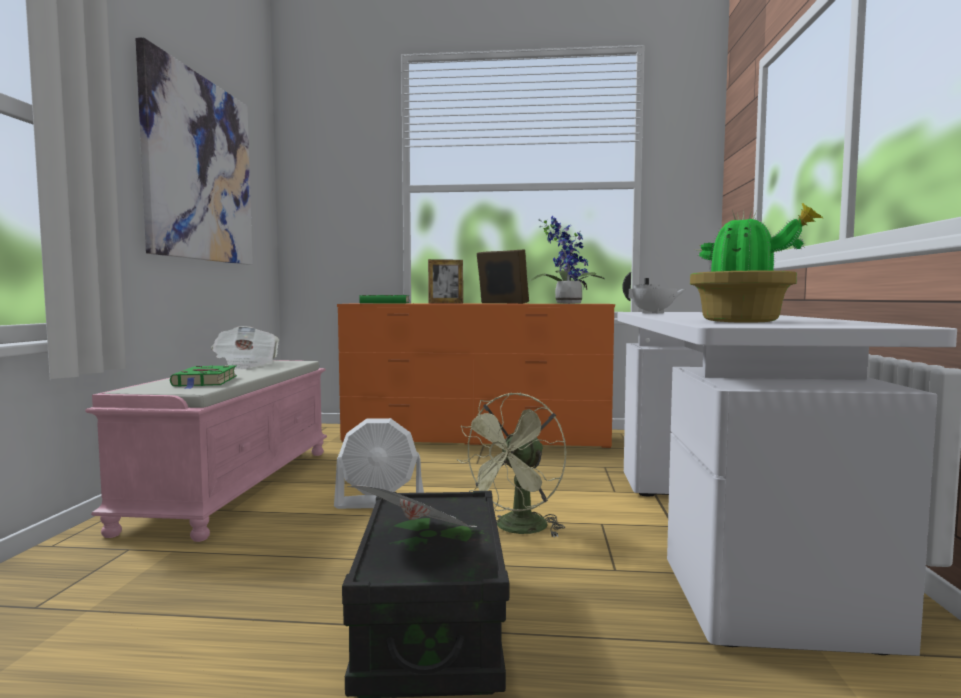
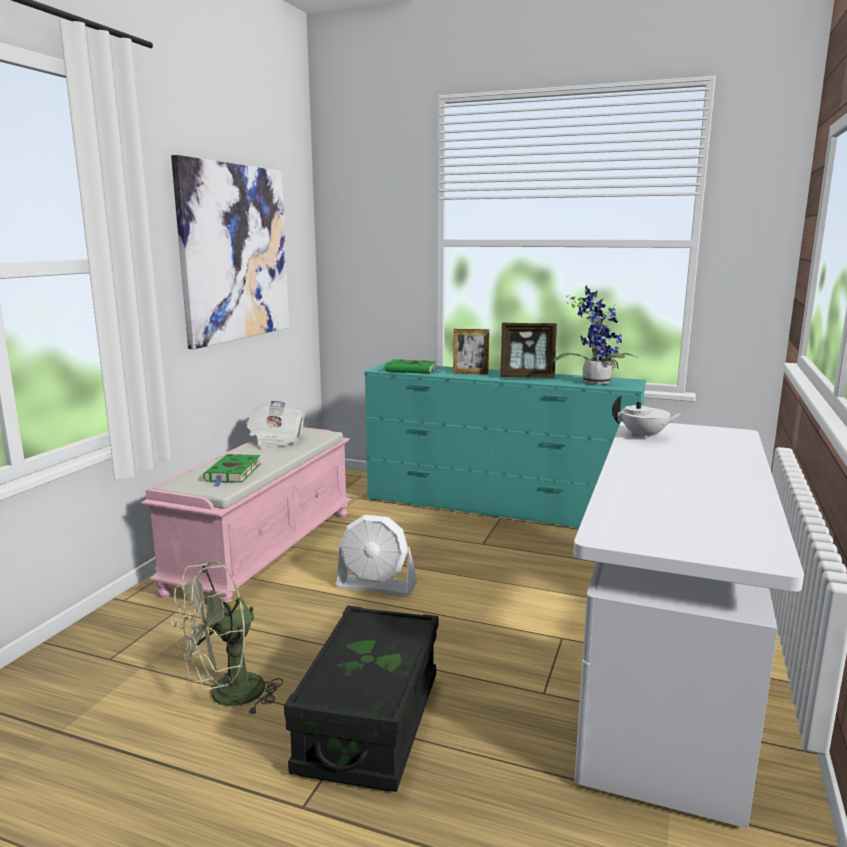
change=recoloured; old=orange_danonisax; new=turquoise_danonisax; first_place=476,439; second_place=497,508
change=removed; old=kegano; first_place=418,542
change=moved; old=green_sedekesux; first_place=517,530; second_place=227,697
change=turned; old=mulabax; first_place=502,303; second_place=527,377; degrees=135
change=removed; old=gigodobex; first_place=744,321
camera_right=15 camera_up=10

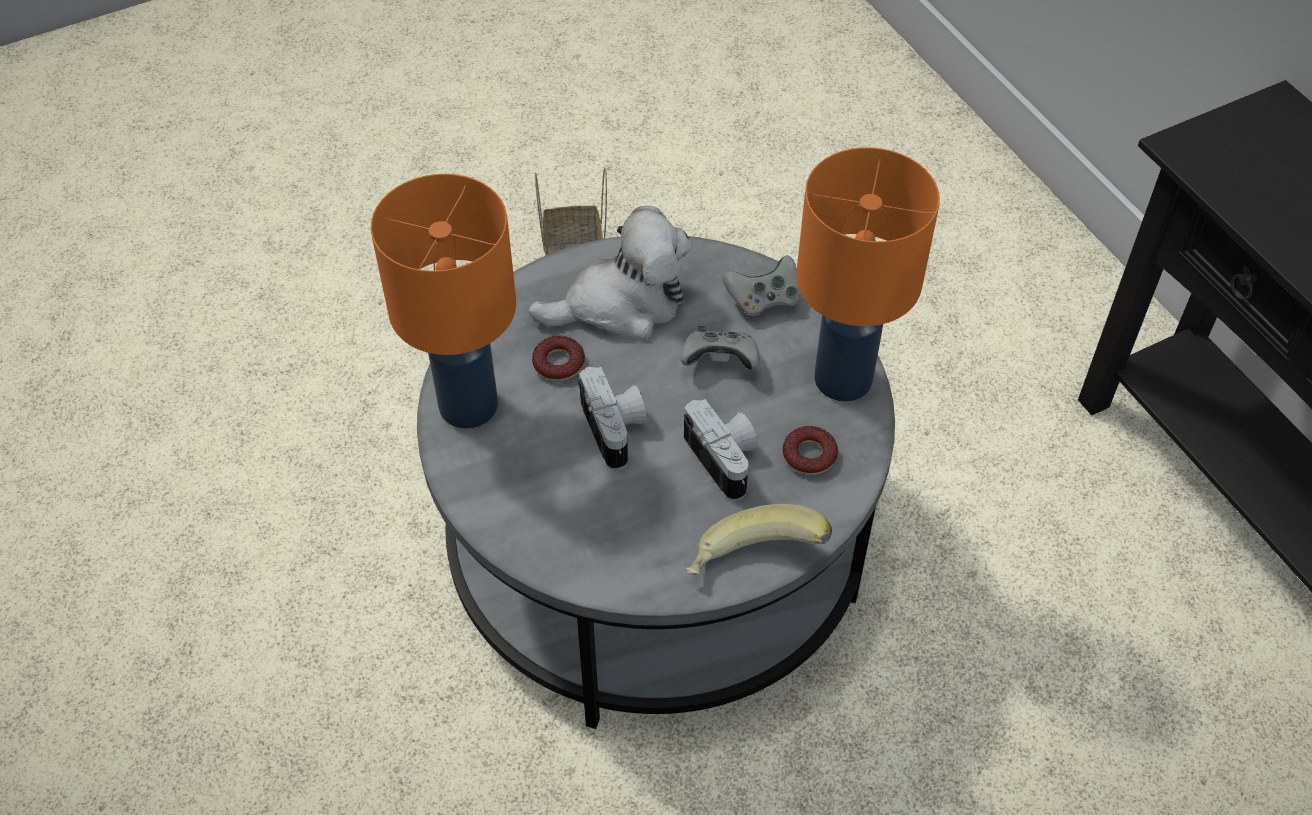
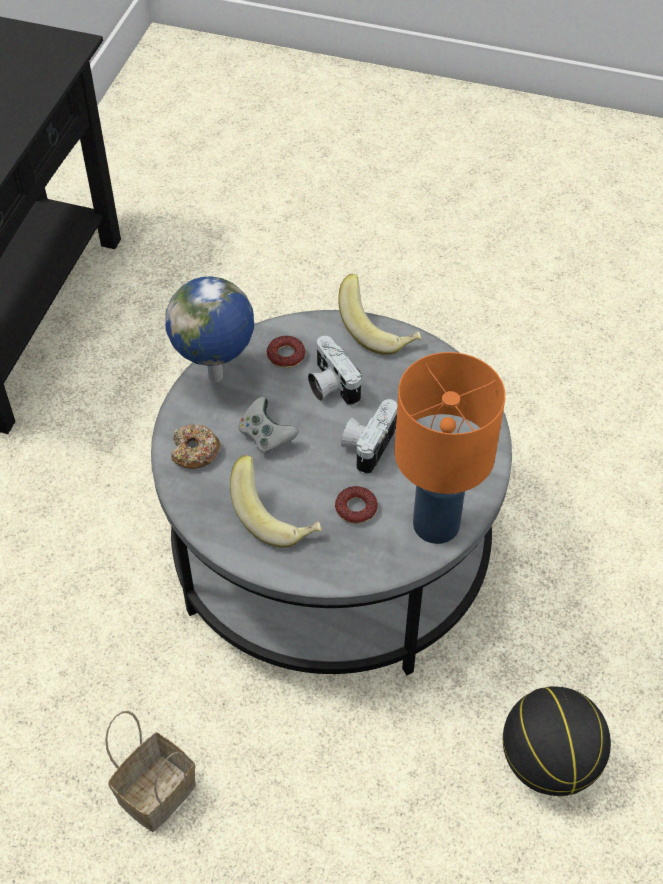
change=replaced; old=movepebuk; new=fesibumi; first_place=621,304; second_place=276,516
change=turned; old=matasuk; first_place=726,459; second_place=330,385; degrees=-45
change=replaced; old=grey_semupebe; new=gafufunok; first_place=763,300; second_place=195,452
change=replaced; old=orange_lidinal; new=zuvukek; first_place=841,380; second_place=217,377
change=added; new=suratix; second_place=548,762
camera_right=-135 camera_up=0

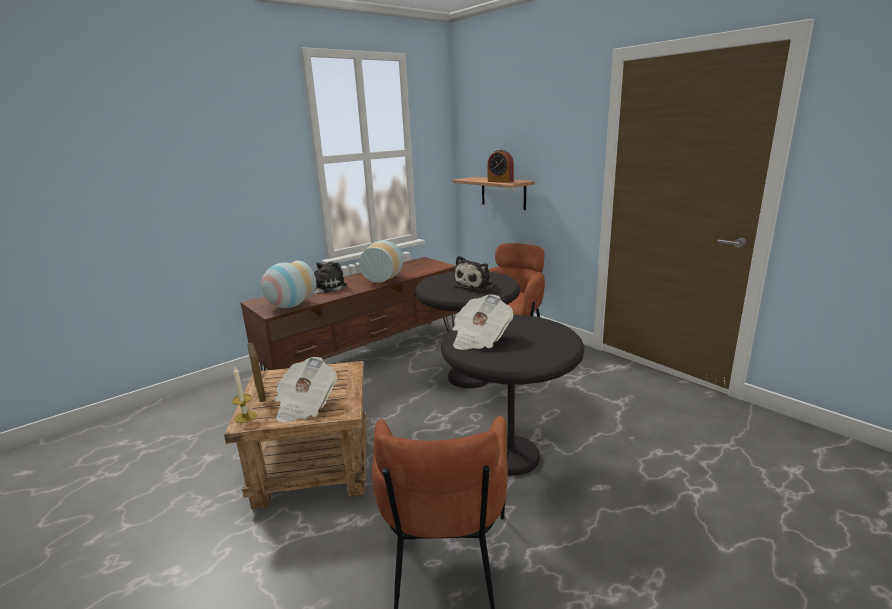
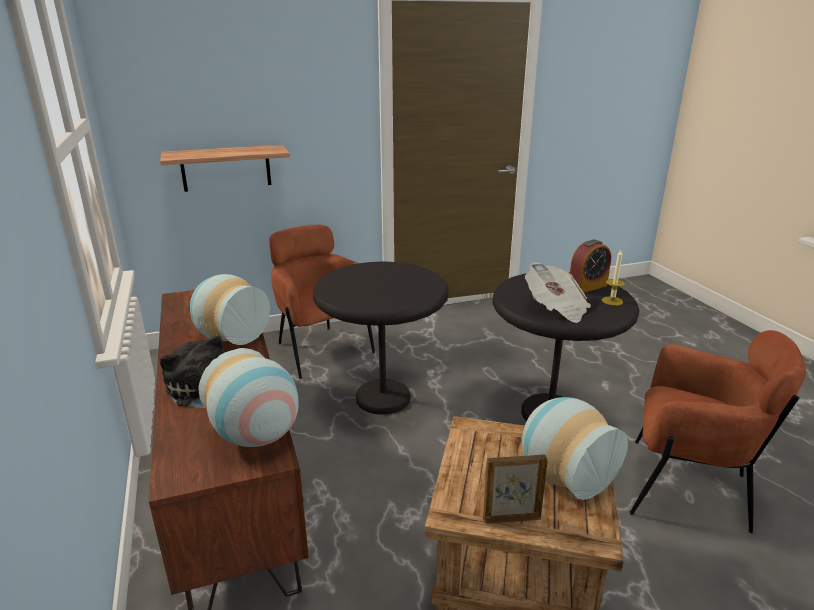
change=moved; old=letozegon; first_place=245,417; second_place=612,301
change=replaced; old=kegano; new=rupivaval; first_place=305,405; second_place=562,475
change=removed; old=movepebuk; first_place=476,285
change=moved; old=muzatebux; first_place=500,181; second_place=587,286
camera_right=-70 camera_up=5

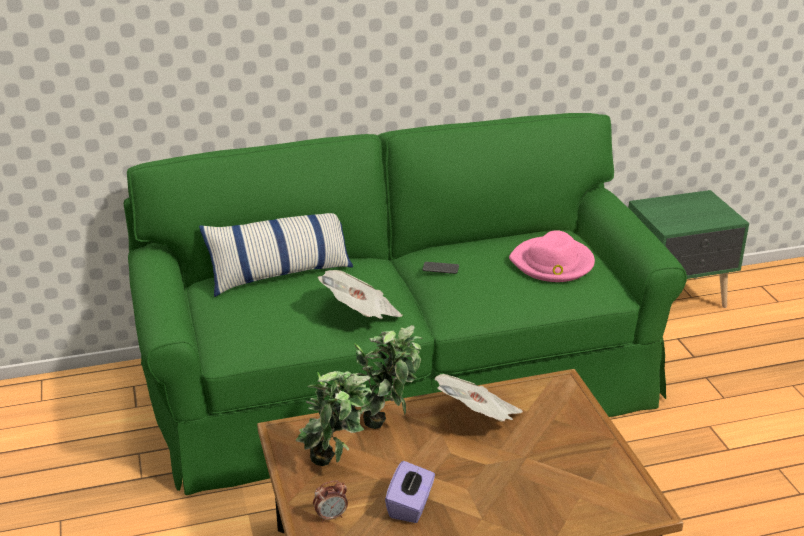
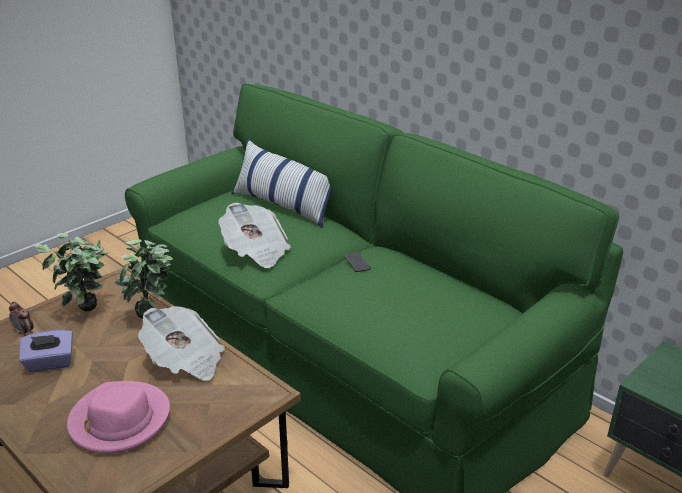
change=moved; old=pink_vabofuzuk; first_place=552,263; second_place=119,420
camera_right=60 camera_up=0

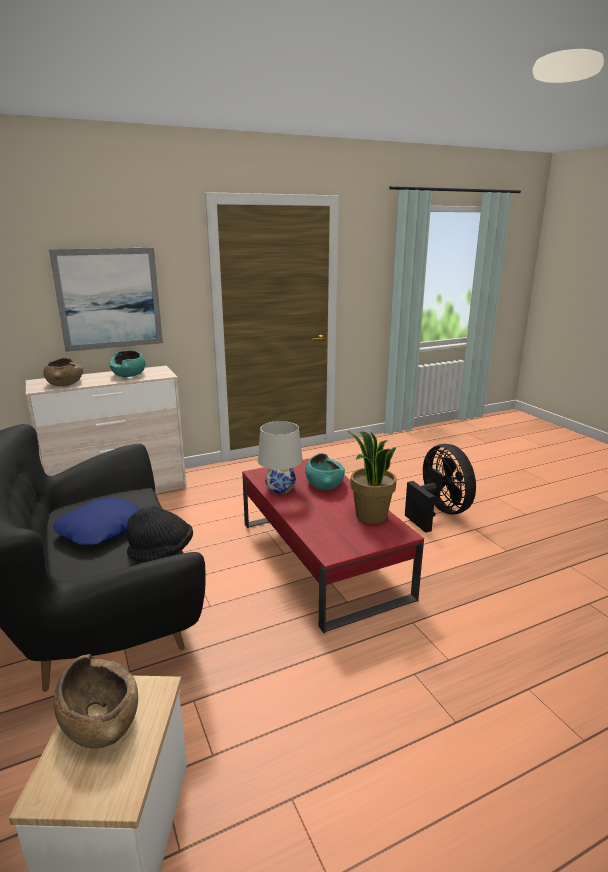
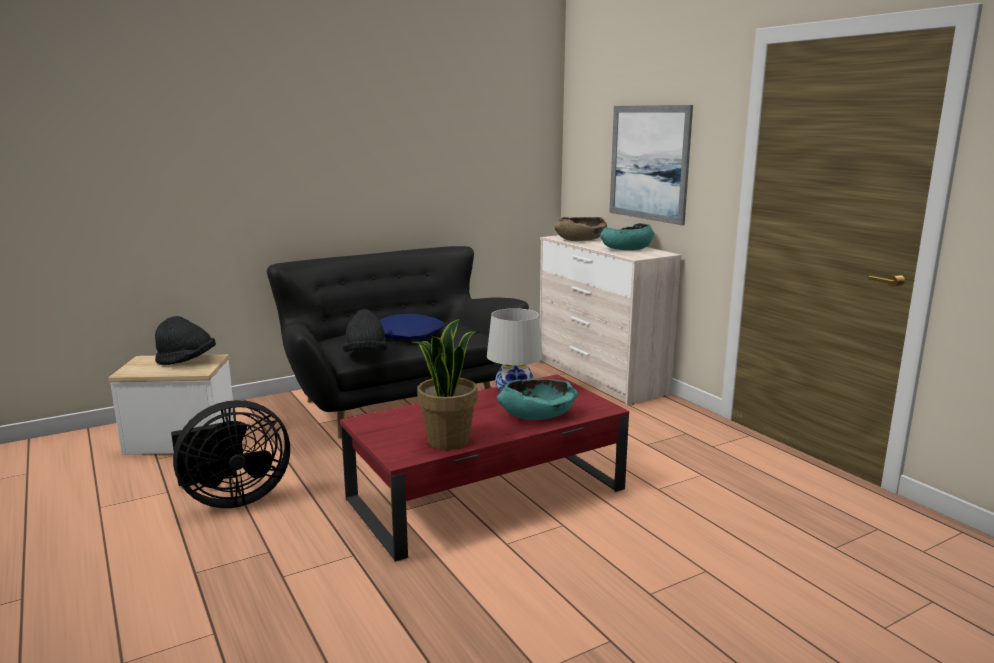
change=replaced; old=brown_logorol; new=black_vabofuzuk; first_place=99,718; second_place=187,361
change=moved; old=black_sedekesux; first_place=438,513; second_place=232,498
camera_right=85 camera_up=-5

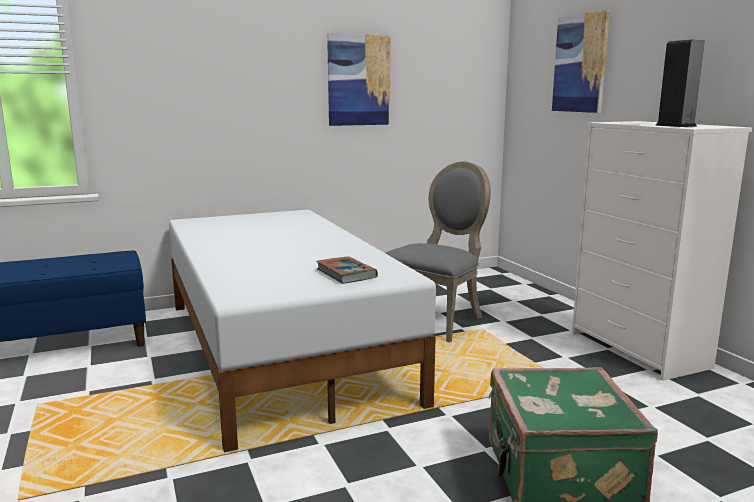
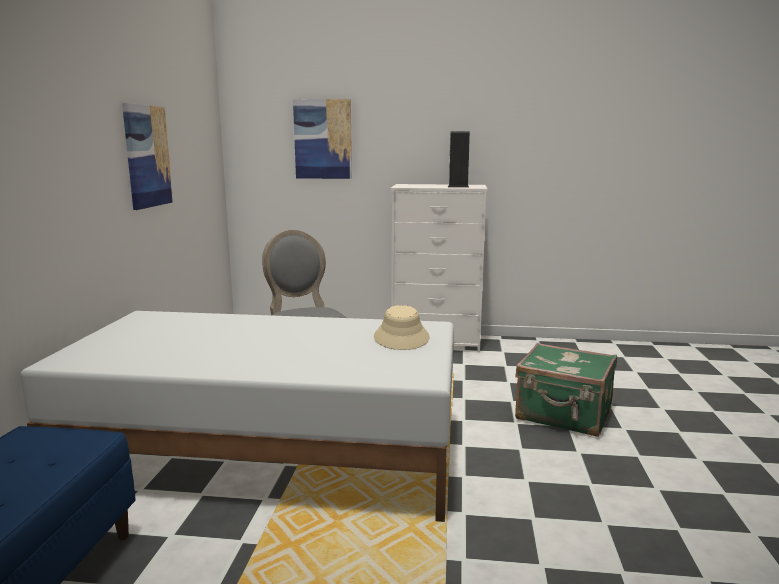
change=replaced; old=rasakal; new=beige_vabofuzuk; first_place=346,274; second_place=402,338
camera_right=-60 camera_up=0

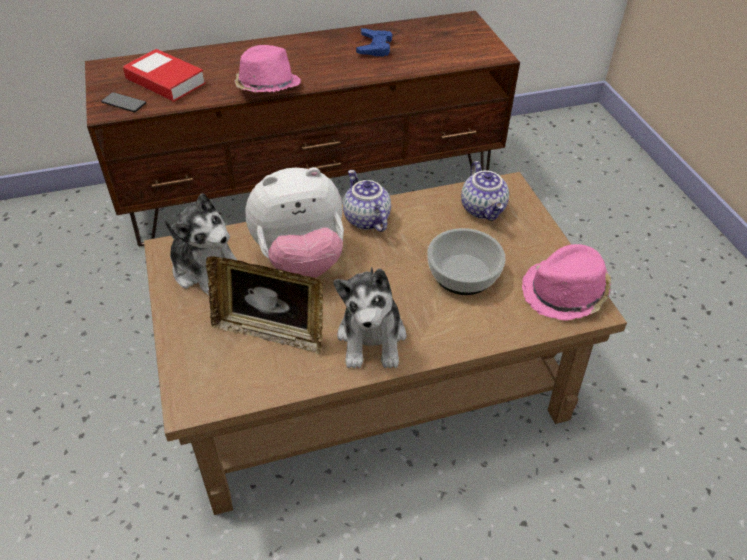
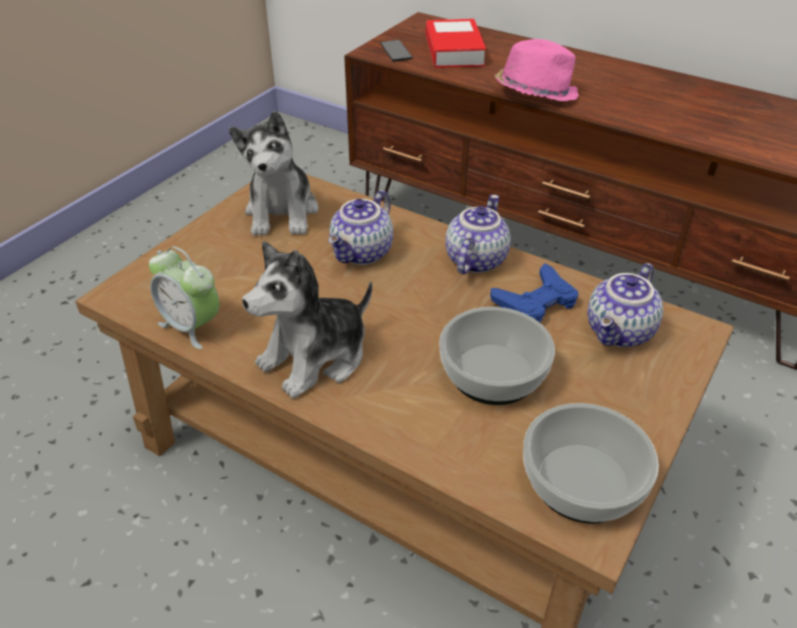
change=removed; old=mulabax; first_place=270,332
change=replaced; old=movepebuk; new=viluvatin; first_place=300,260; second_place=363,253
change=moved; old=blue_semupebe; first_place=374,47; second_place=536,302
change=replaced; old=pink_vabofuzuk; new=logorol; first_place=565,293; second_place=582,483
change=added; new=muzatebux; second_place=192,326
camera_right=50 camera_up=-5

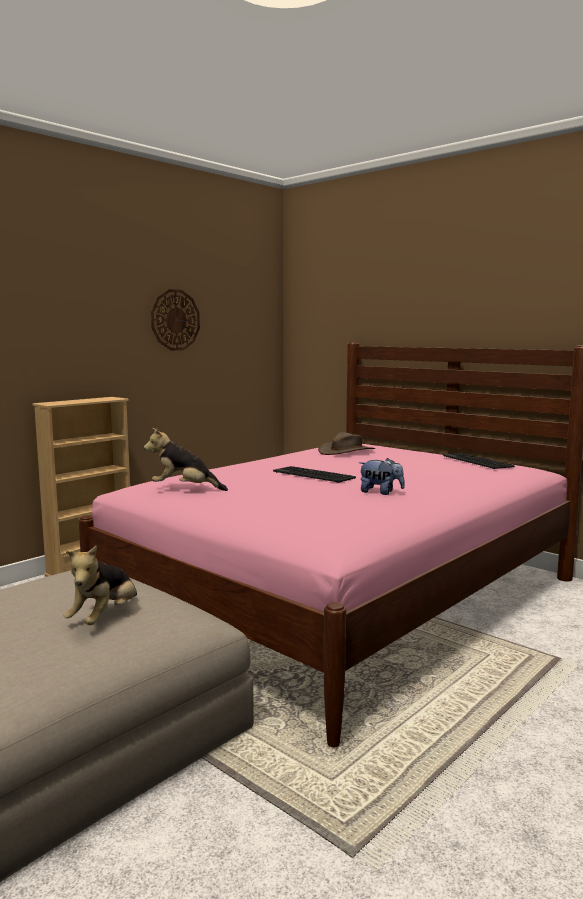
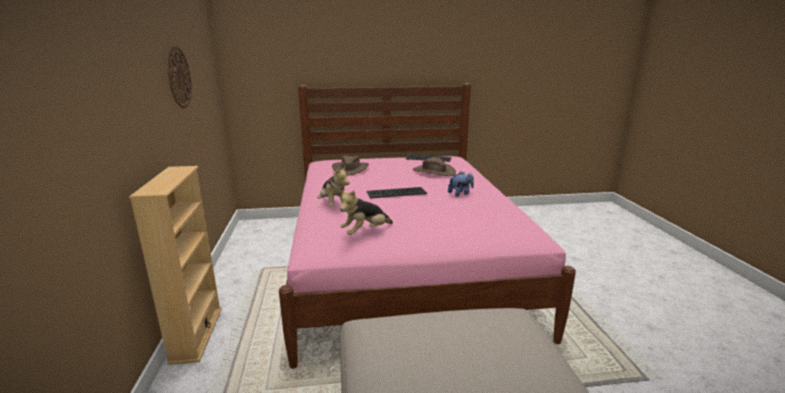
change=moved; old=movepebuk; first_place=104,618; second_place=332,205
change=added; new=brown_vabofuzuk; second_place=433,171
camera_right=-50 camera_up=10

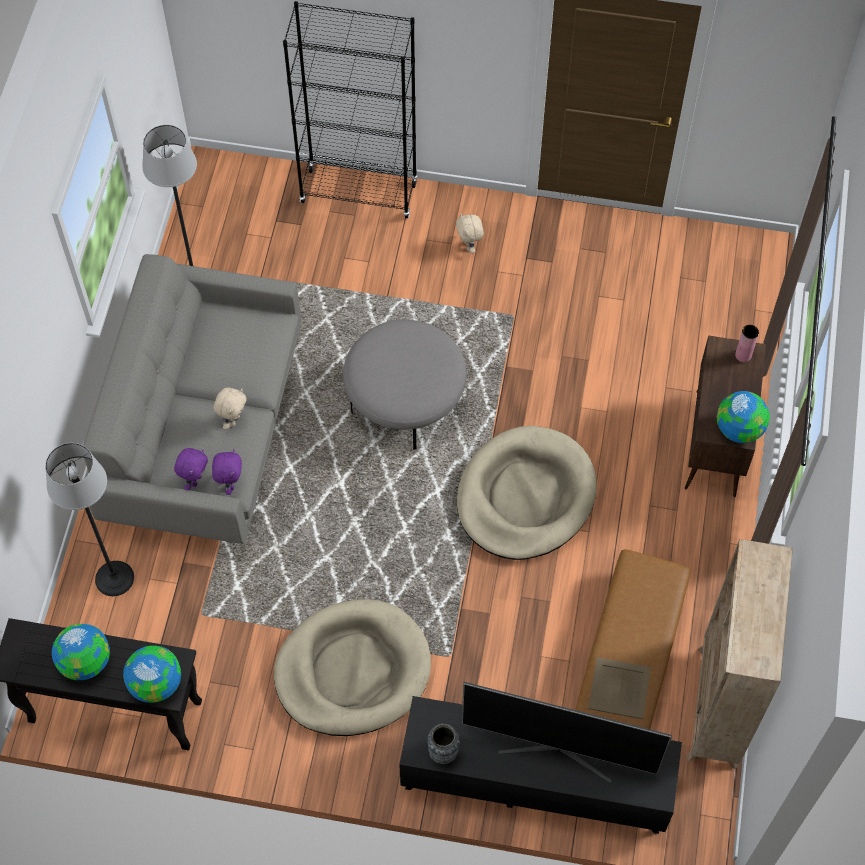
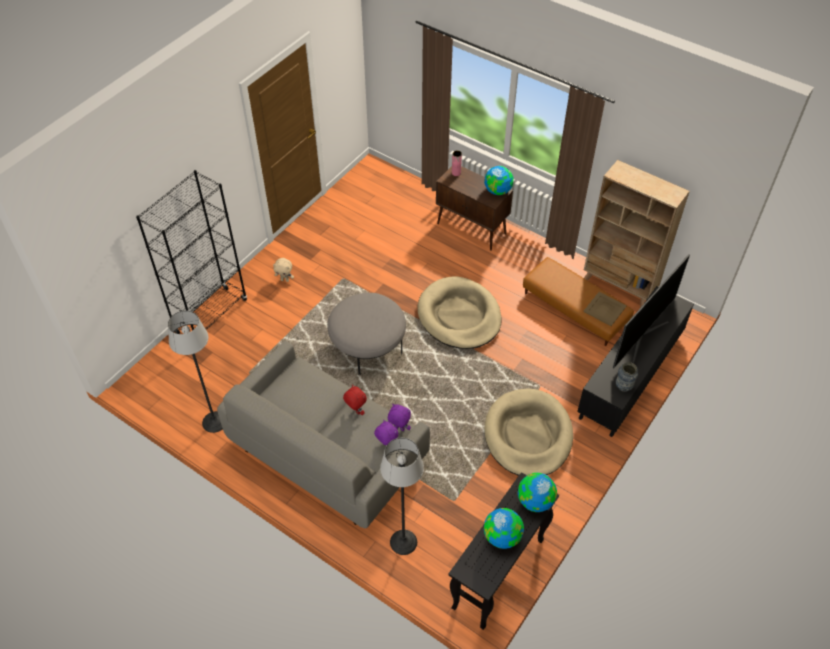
change=recoloured; old=beige_movepebuk; new=red_movepebuk; first_place=233,420; second_place=355,411
camera_right=-65 camera_up=-10

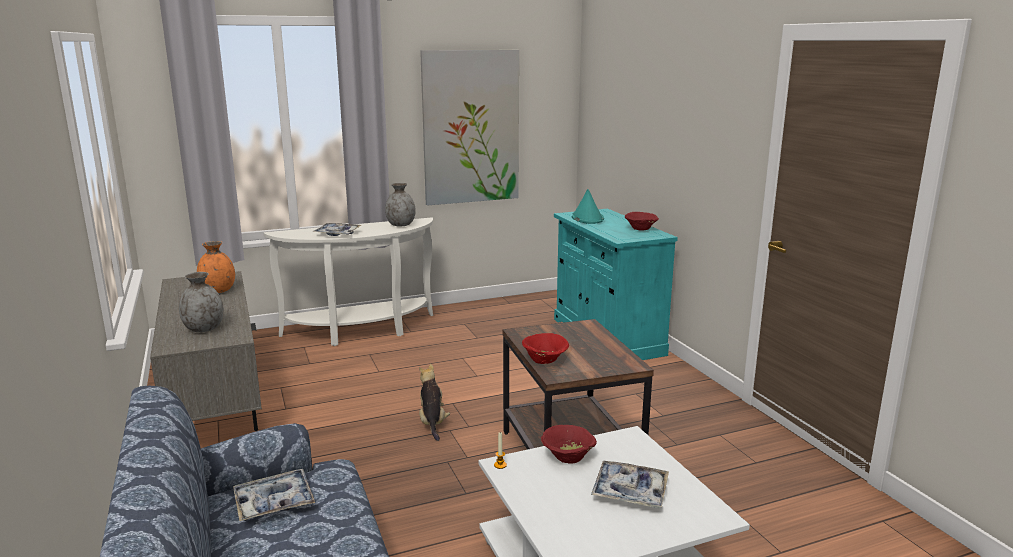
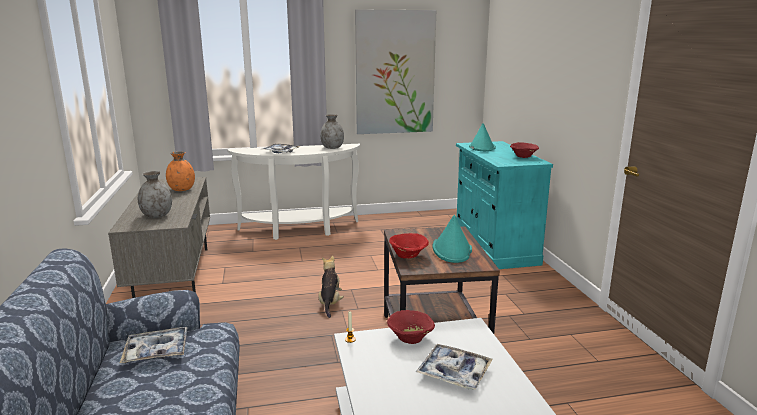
change=added; new=turquoise_vabofuzuk; second_place=452,249
camera_right=10 camera_up=0

